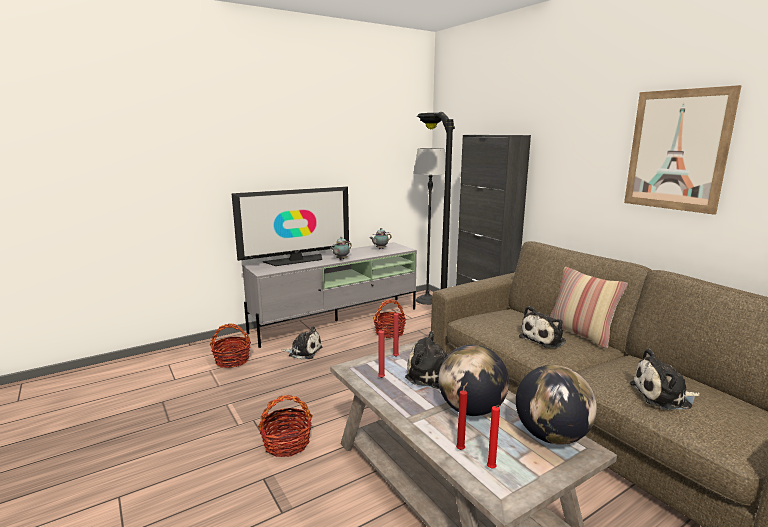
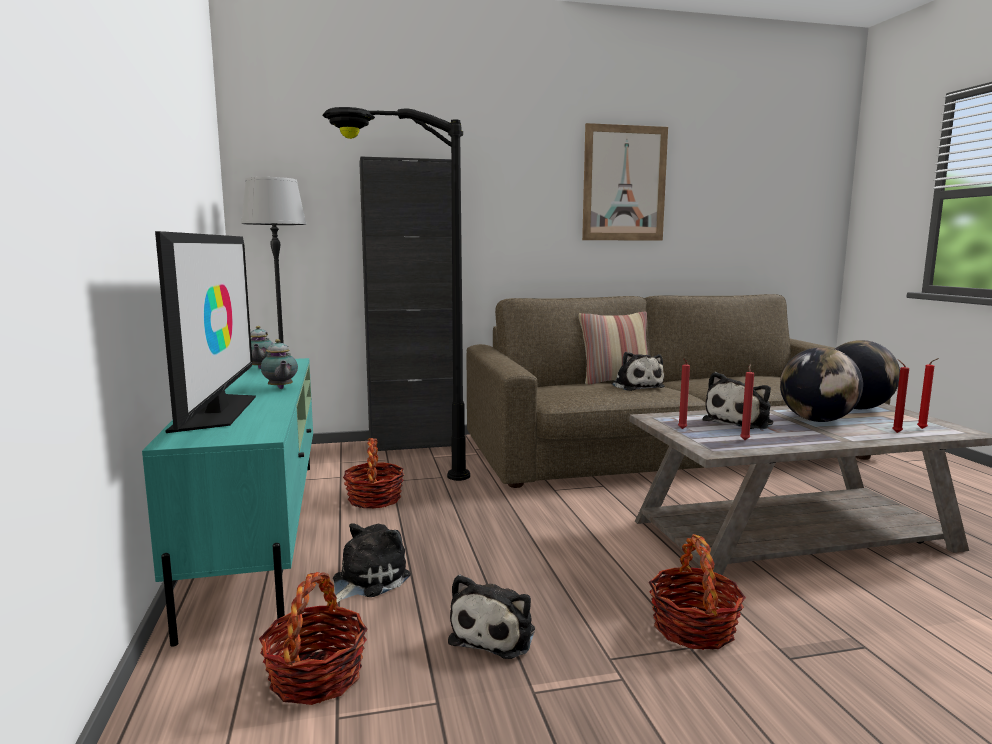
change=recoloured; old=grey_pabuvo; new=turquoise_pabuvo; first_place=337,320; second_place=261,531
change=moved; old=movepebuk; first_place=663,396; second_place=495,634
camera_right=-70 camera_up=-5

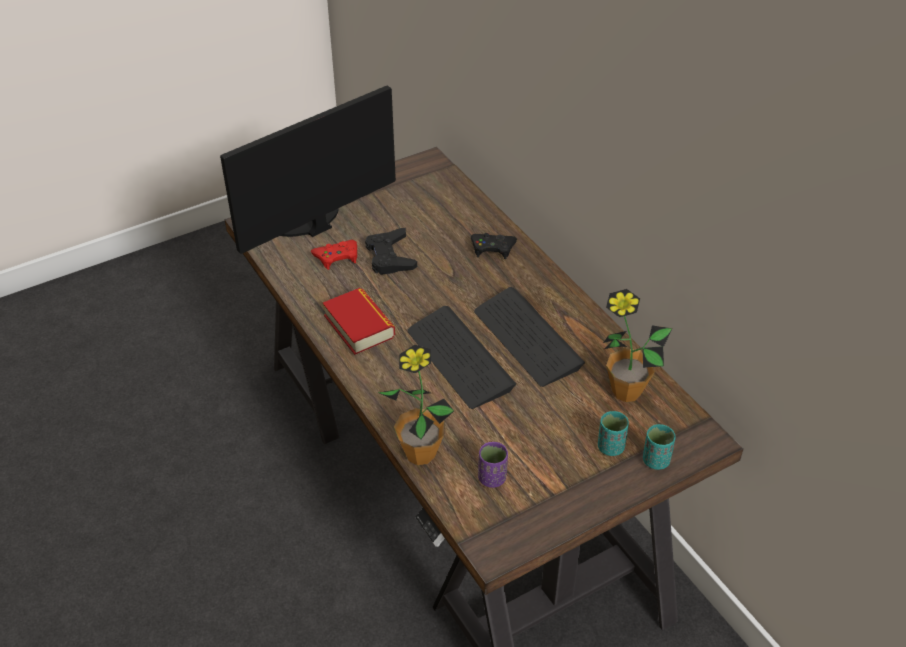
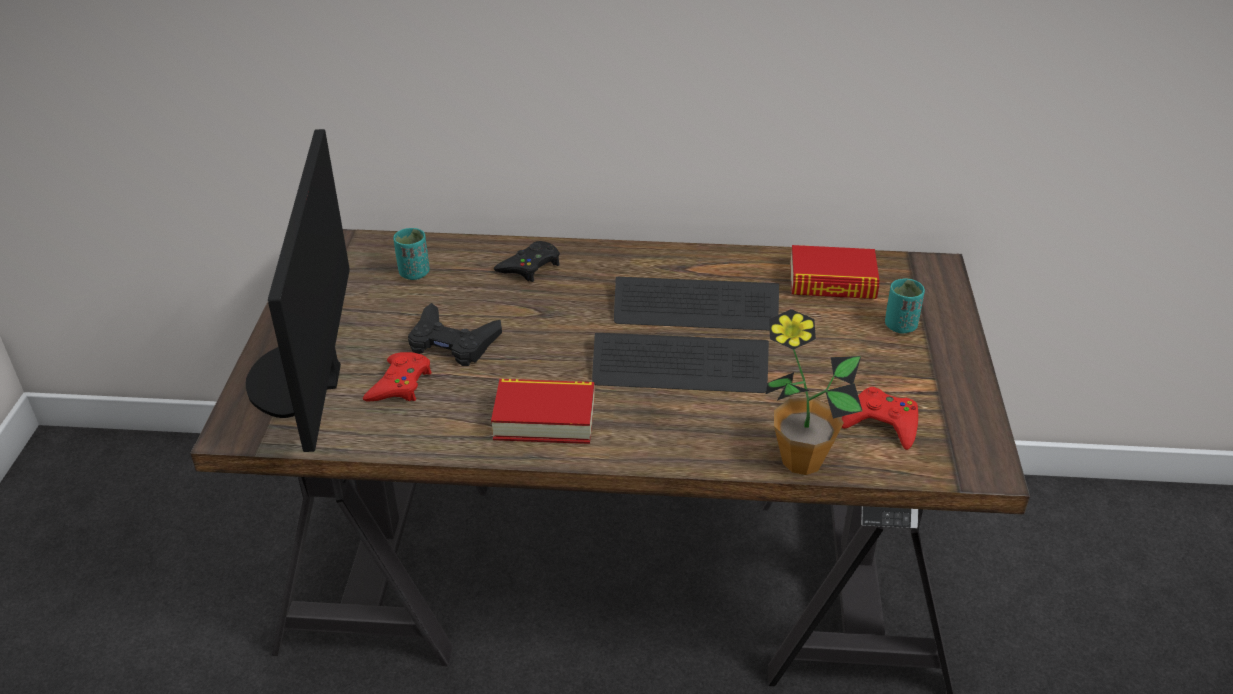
change=replaced; old=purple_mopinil; new=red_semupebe; first_place=492,478; second_place=882,423
change=replaced; old=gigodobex; new=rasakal; first_place=626,391; second_place=832,282
change=moved; old=turquoise_mopinil; first_place=656,460; second_place=414,273
camera_right=-55 camera_up=-5

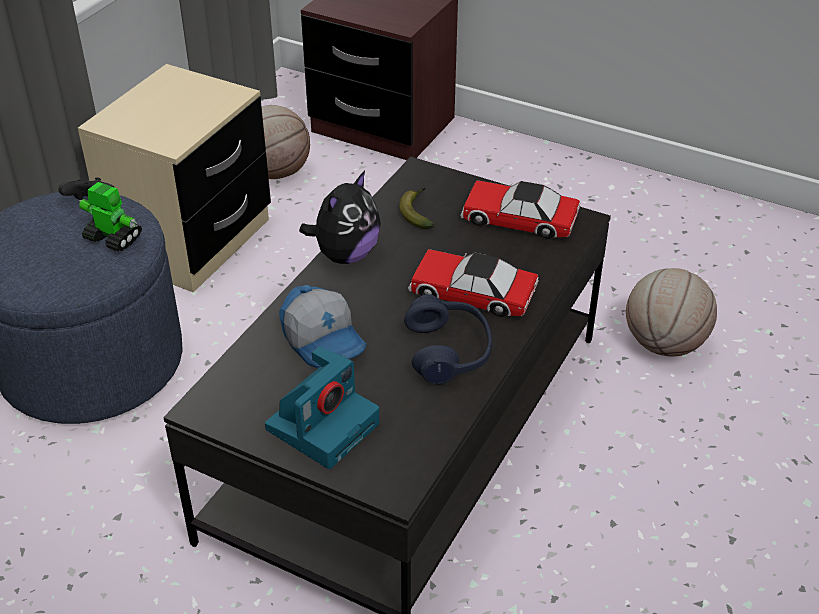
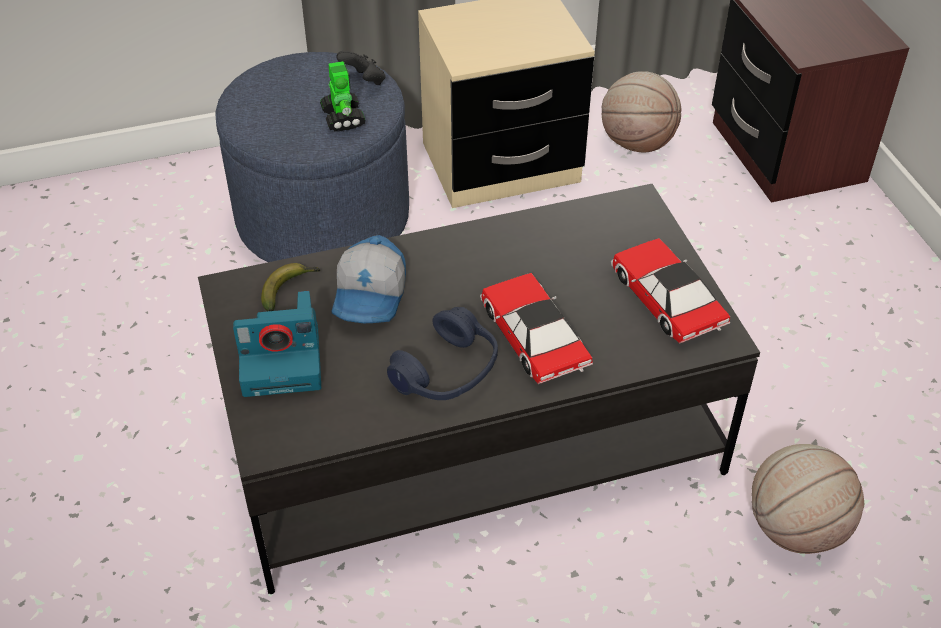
change=removed; old=movepebuk; first_place=345,255
change=moved; old=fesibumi; first_place=417,212; second_place=289,289
camera_right=45 camera_up=5

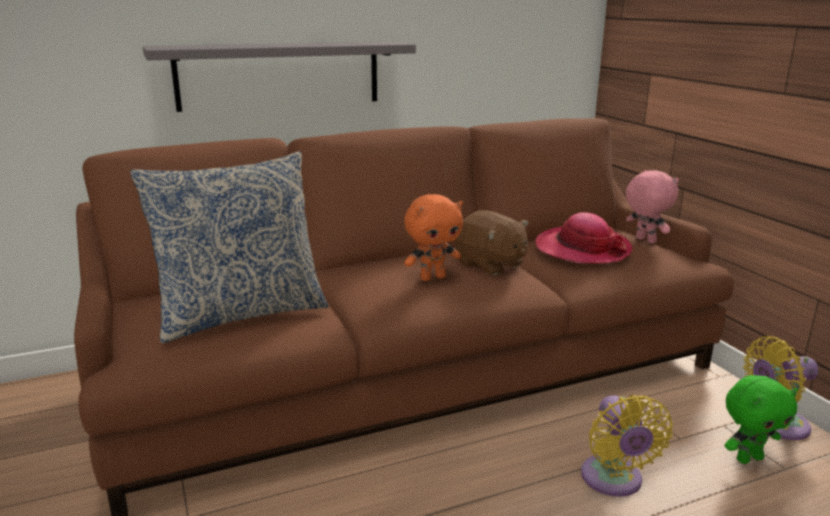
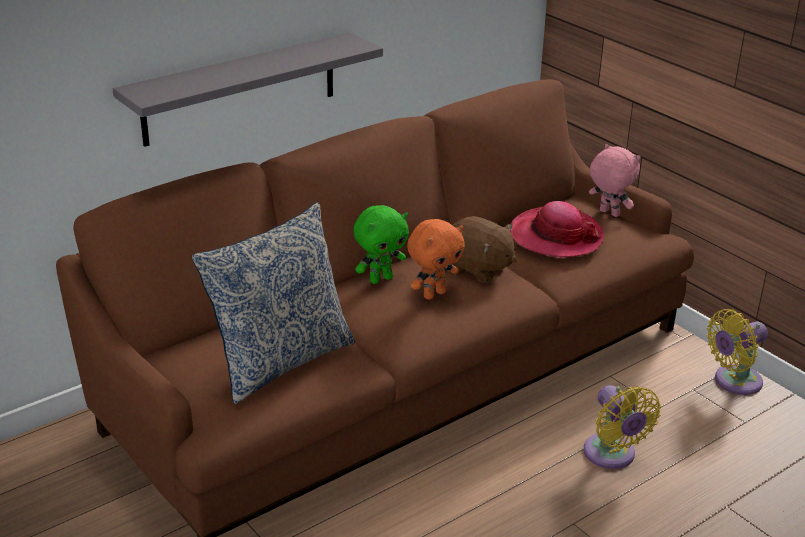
change=moved; old=green_movepebuk; first_place=748,458; second_place=380,279
camera_right=-15 camera_up=10

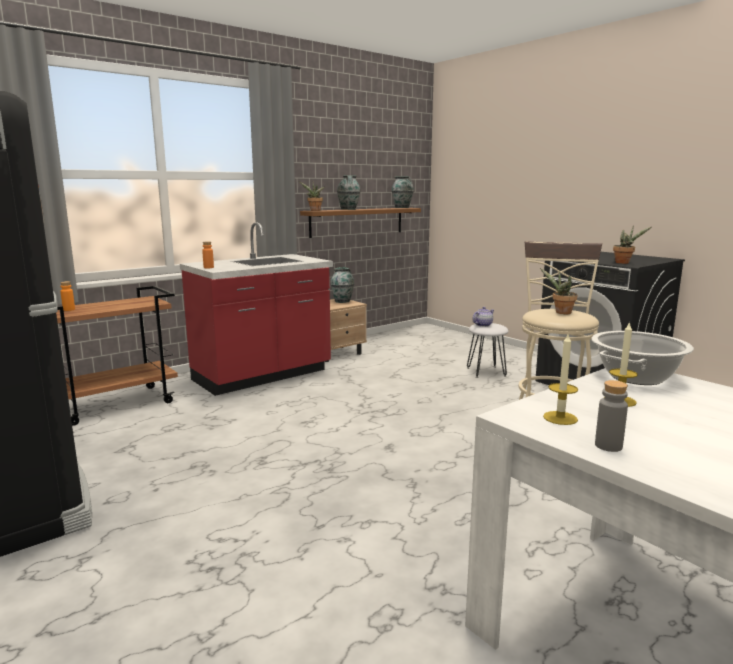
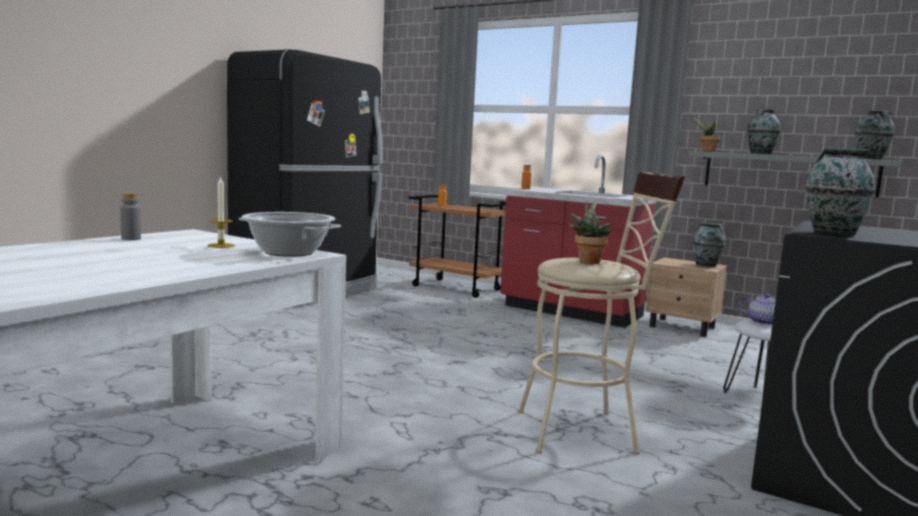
change=recoloured; old=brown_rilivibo; new=grey_rilivibo; first_place=357,222; second_place=788,173
change=removed; old=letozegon; first_place=560,418
change=replaced; old=gigodobex; new=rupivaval; first_place=624,263; second_place=832,233
camera_right=70 camera_up=-5

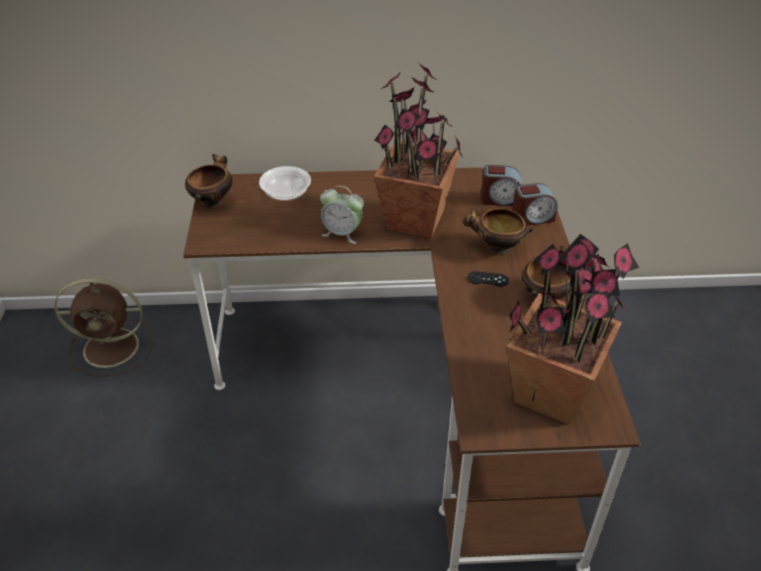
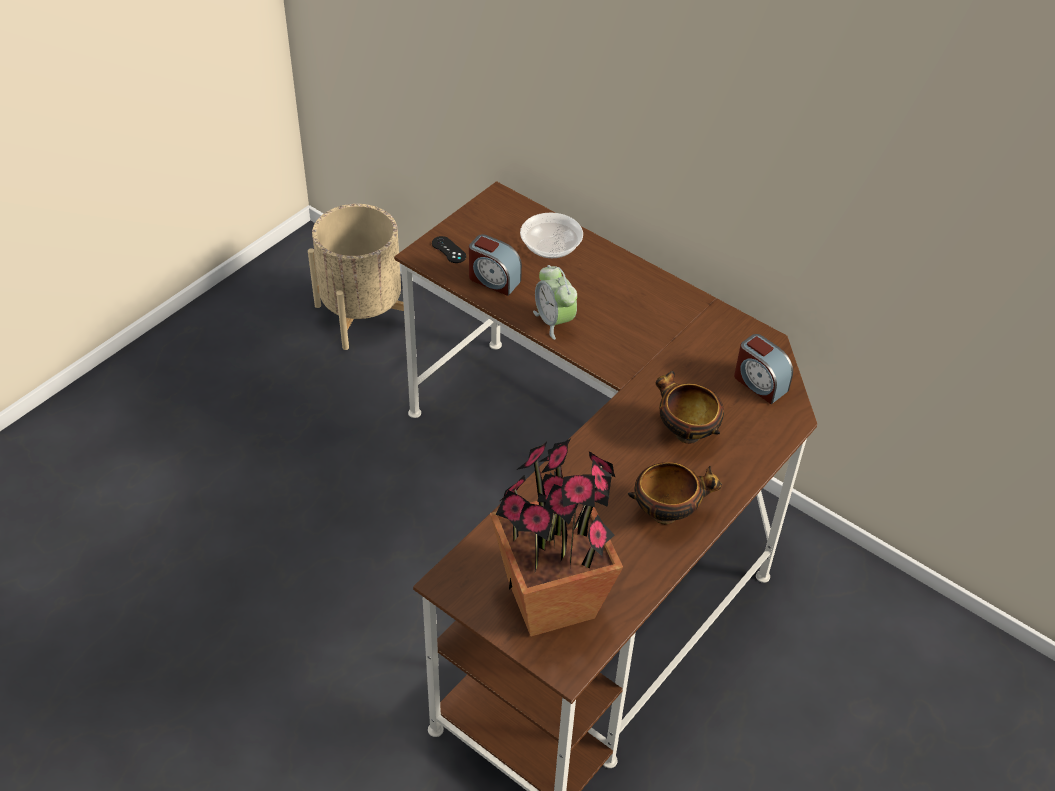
change=replaced; old=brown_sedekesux; new=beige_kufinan; first_place=114,347; second_place=362,315
change=removed; old=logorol; first_place=212,201
change=removed; old=gigodobex; first_place=415,221
change=moved; old=black_semupebe; first_place=488,279; second_place=448,250
change=moved; old=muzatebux; first_place=532,218; second_place=493,280
camera_right=40 camera_up=5

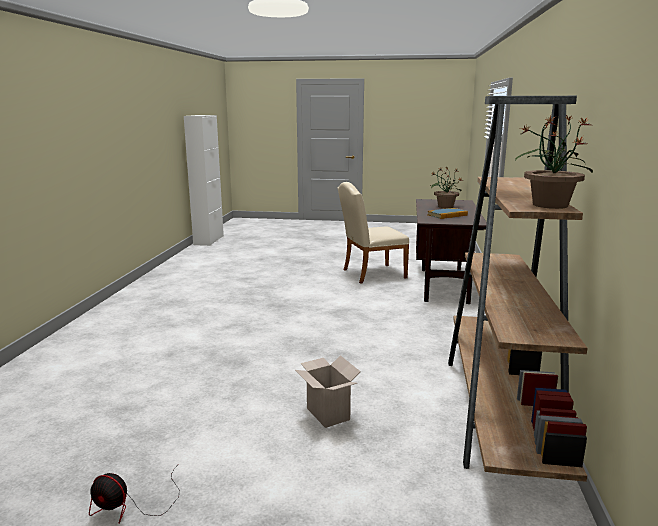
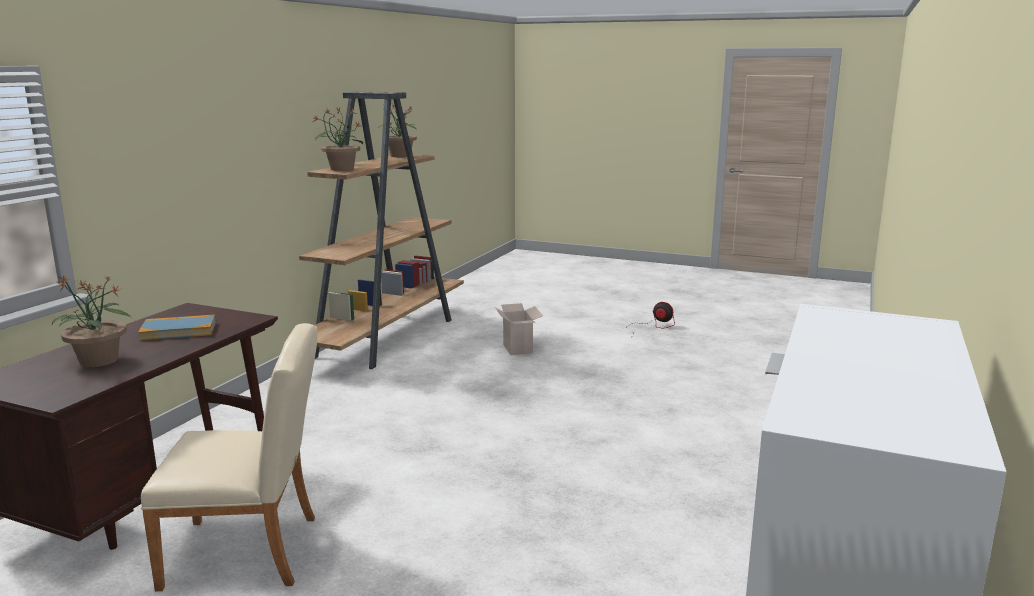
change=added; new=gigodobex; second_place=341,169
camera_right=-165 camera_up=0

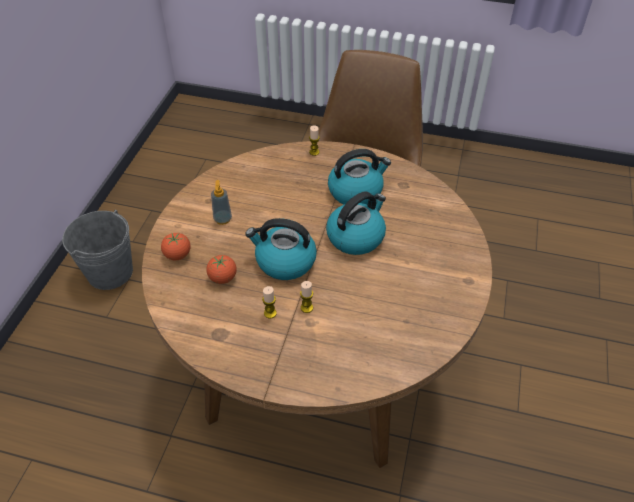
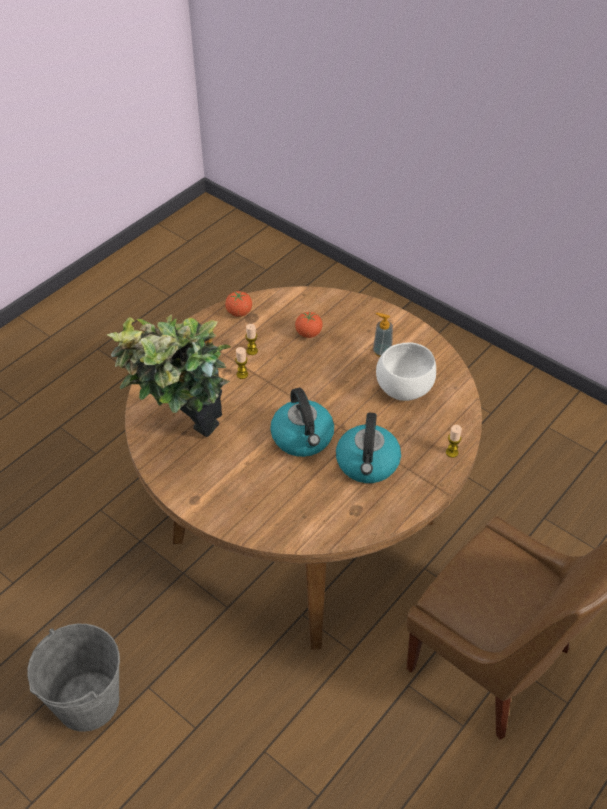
change=moved; old=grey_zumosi; first_place=110,272; second_place=87,701
change=moved; old=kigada; first_place=177,255; second_place=239,313
change=removed; old=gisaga; first_place=284,261
change=added; new=gigodobex; second_place=186,445
change=added; new=white_logorol; second_place=403,389
camera_right=115 camera_up=0

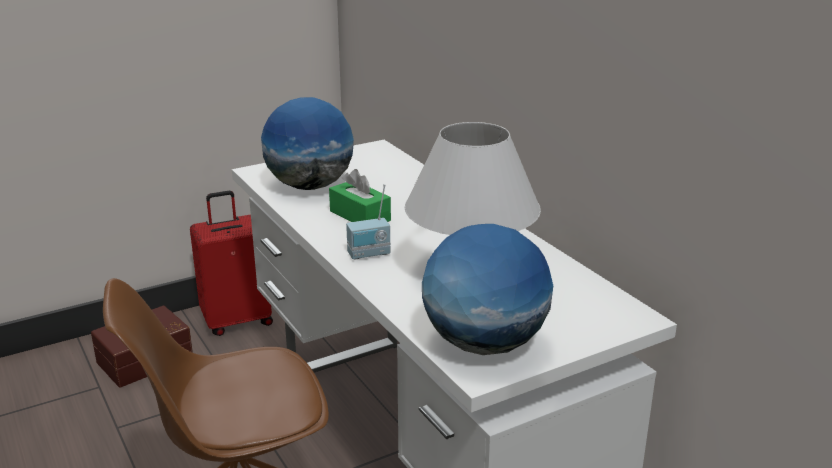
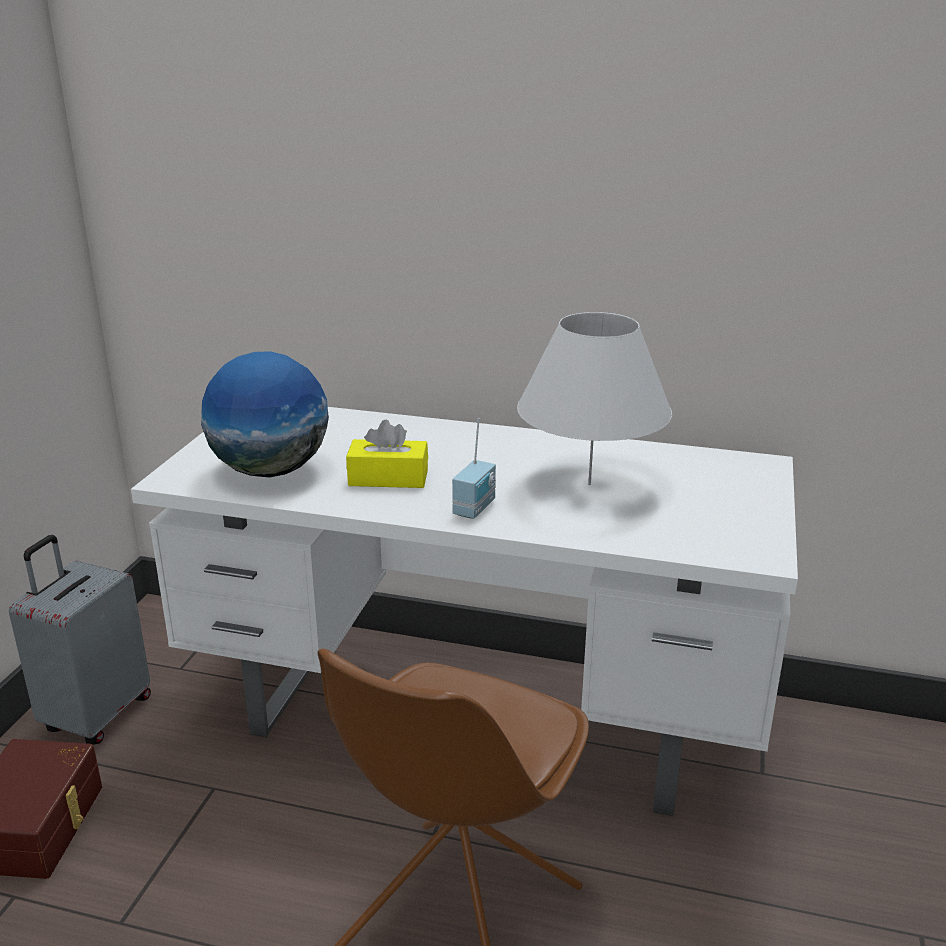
change=recoloured; old=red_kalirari; new=grey_kalirari; first_place=237,320; second_place=96,715
change=recoloured; old=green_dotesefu; new=yellow_dotesefu; first_place=360,216; second_place=388,478
change=removed; old=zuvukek; first_place=484,344
camera_right=-45 camera_up=0

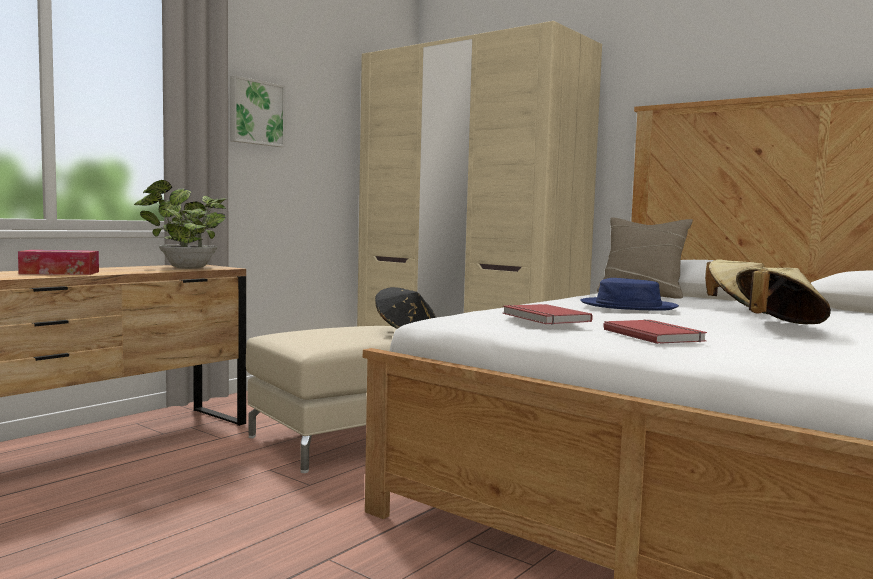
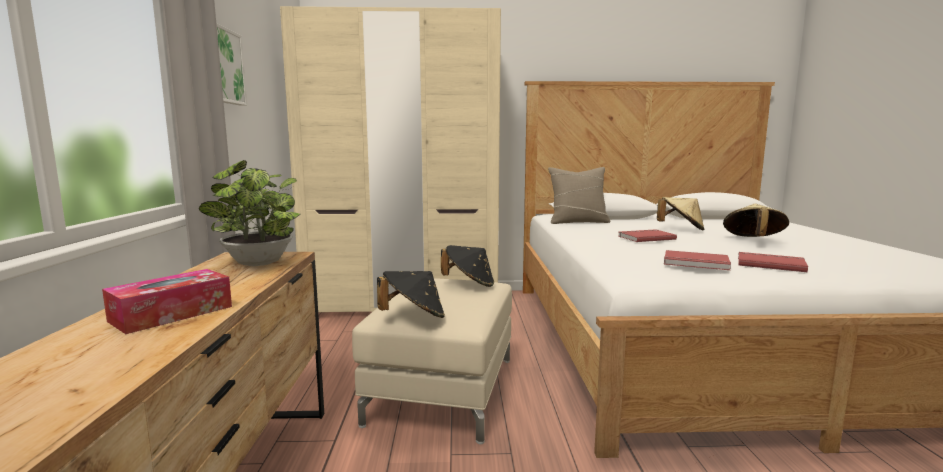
change=replaced; old=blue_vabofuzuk; new=red_rasakal; first_place=628,306; second_place=645,237
change=added; new=black_vabofuzuk; second_place=414,317
camera_right=-40 camera_up=5

